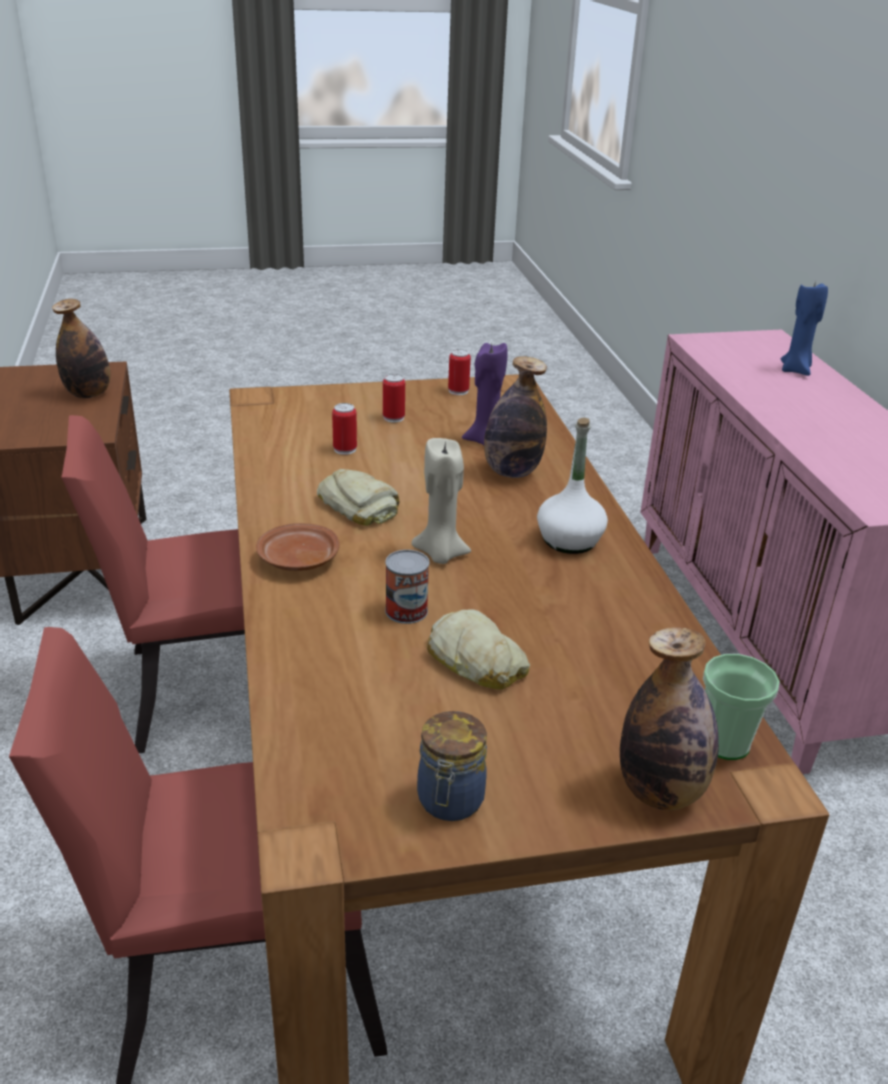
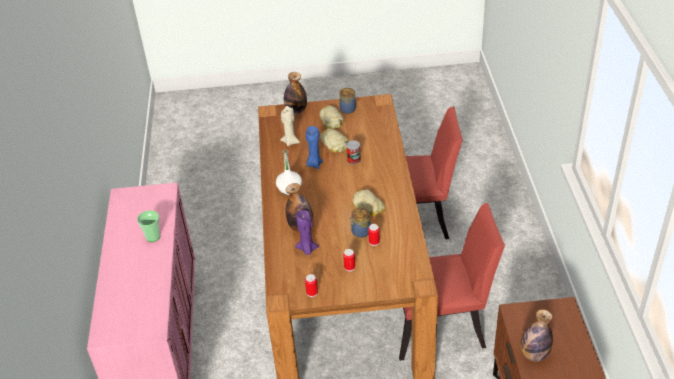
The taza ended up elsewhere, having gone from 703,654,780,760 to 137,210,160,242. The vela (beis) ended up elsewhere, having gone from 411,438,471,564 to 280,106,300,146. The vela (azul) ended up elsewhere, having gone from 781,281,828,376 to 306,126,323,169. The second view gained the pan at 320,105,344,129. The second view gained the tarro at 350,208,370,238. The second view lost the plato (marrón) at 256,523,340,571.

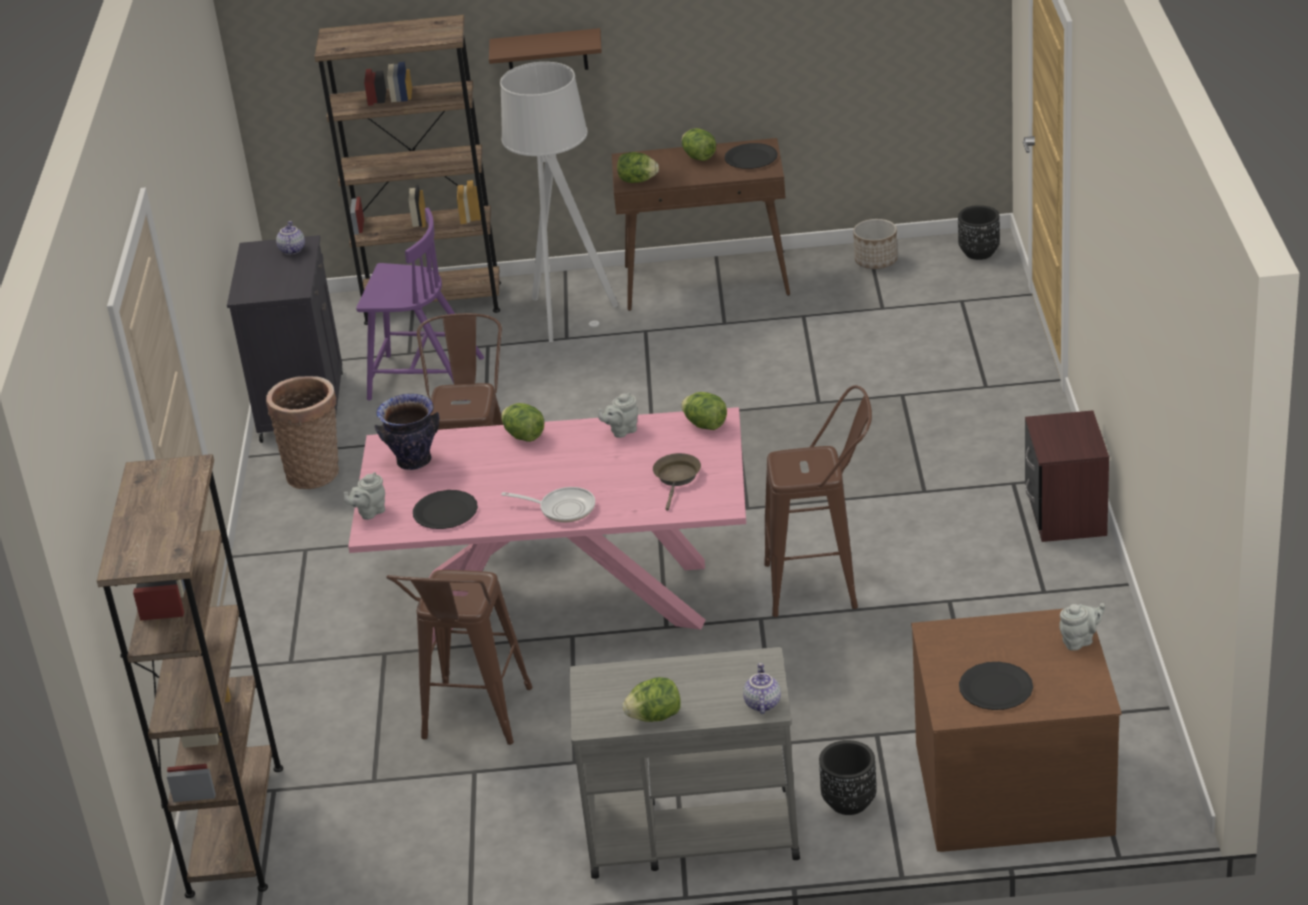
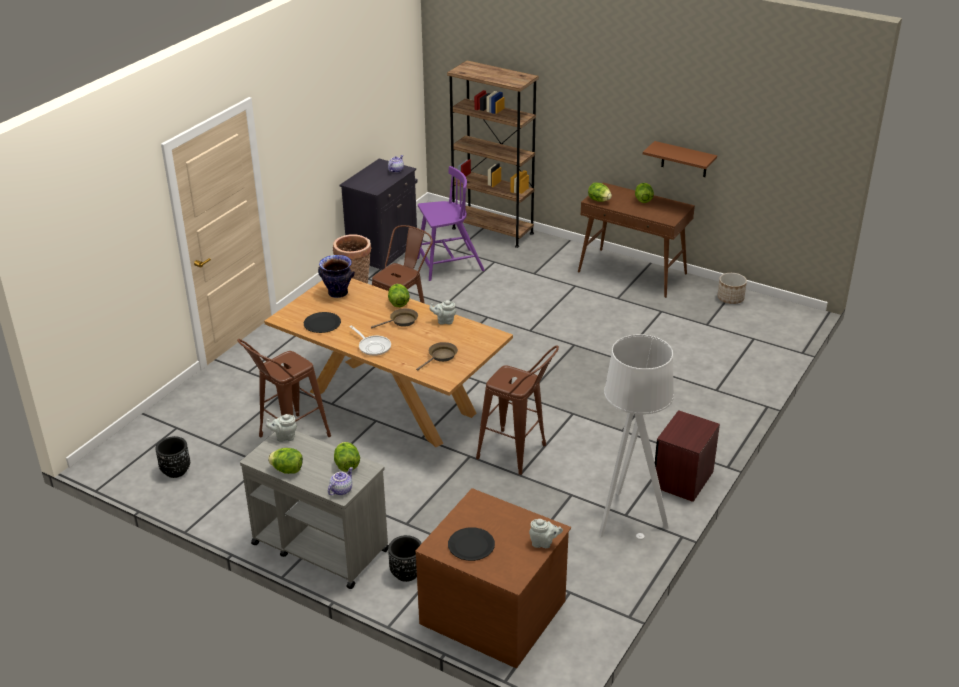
The maceta (negro) ended up elsewhere, having gone from 958,205,1000,260 to 155,436,190,478. What was the mesa de comedor (rosa) at 348,407,746,644 turned into the mesa de comedor (marrón) at 264,278,513,447. The tetera (gris) ended up elsewhere, having gone from 344,472,385,520 to 266,414,297,442. The lechuga ended up elsewhere, having gone from 681,392,727,430 to 334,442,360,472. The second view gained the sartén (marrón) at 371,308,418,328. The silla (morado) at 356,208,484,401 ended up facing another way, 60 degrees counterclockwise from before. The lámpara de pie (gris) ended up elsewhere, having gone from 500,62,618,342 to 599,334,674,540. The estante (marrón) ended up elsewhere, having gone from 489,28,602,70 to 643,141,717,177. The second view lost the estantería (marrón) at 97,454,283,898. The second view lost the plato (negro) at 724,143,778,169.

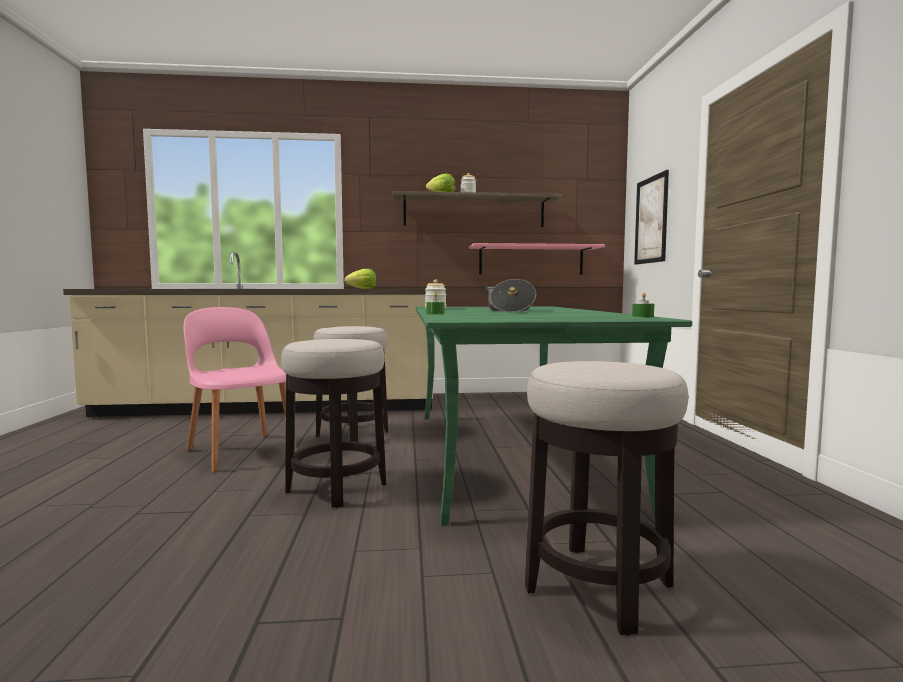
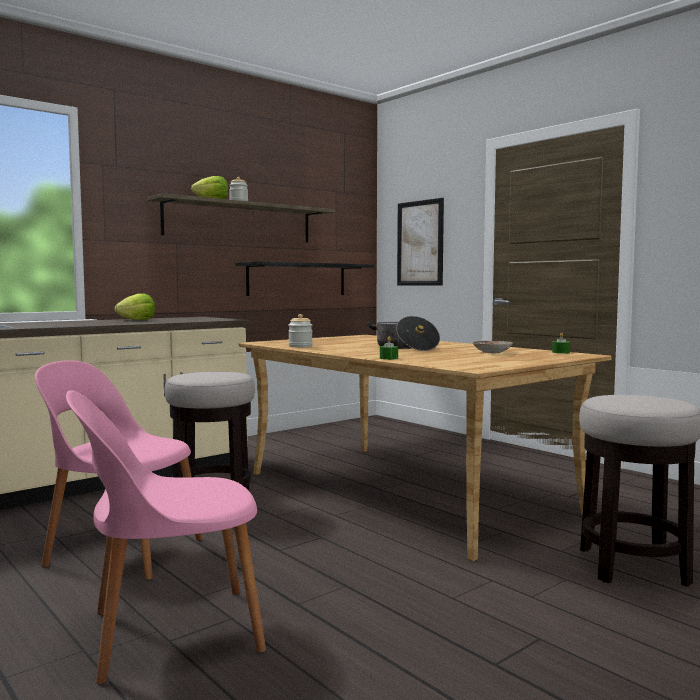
The second view gained the silla (rosa) at 66,390,266,684. What was the estante (rosa) at 469,243,605,275 turned into the estante (negro) at 235,261,375,296. What was the mesa de comedor (verde) at 416,307,692,526 turned into the mesa de comedor (beis) at 239,335,612,561. The second view gained the plato at 472,341,513,353. The second view lost the taburete at 281,339,386,508.

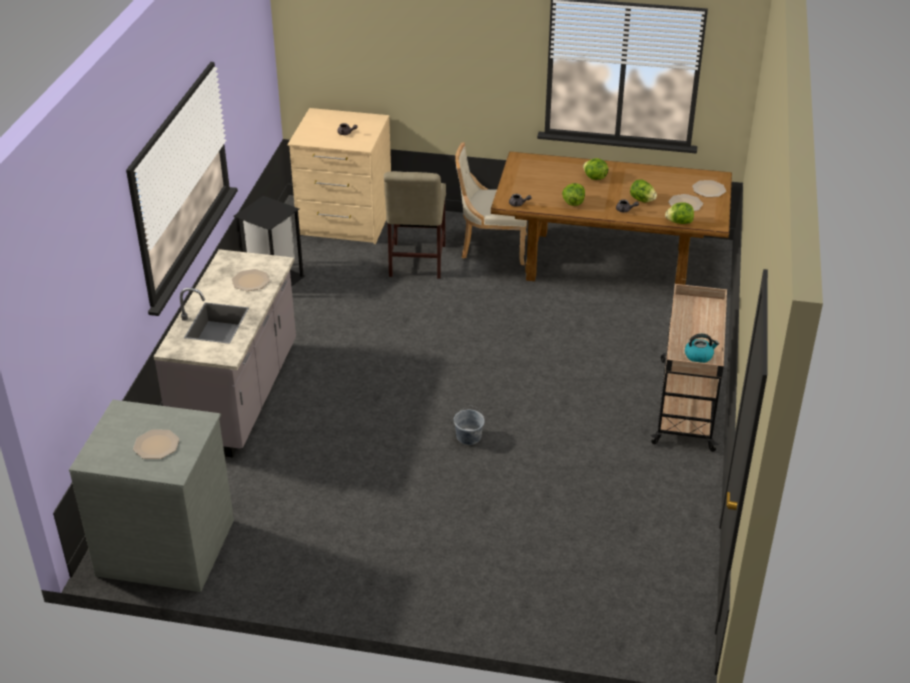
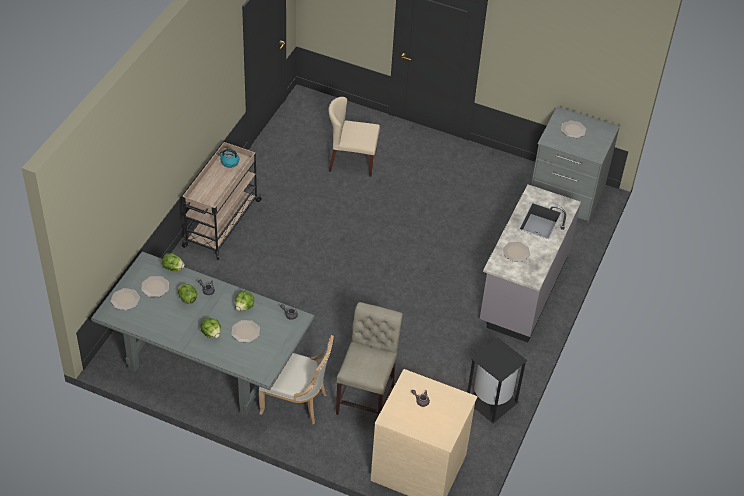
What was the mesa de comedor (marrón) at 491,152,732,285 turned into the mesa de comedor (gris) at 91,251,314,416. The second view gained the plato at 231,320,260,342. The second view gained the silla (beis) at 329,97,380,177. The second view lost the cubo (gris) at 454,406,485,445.

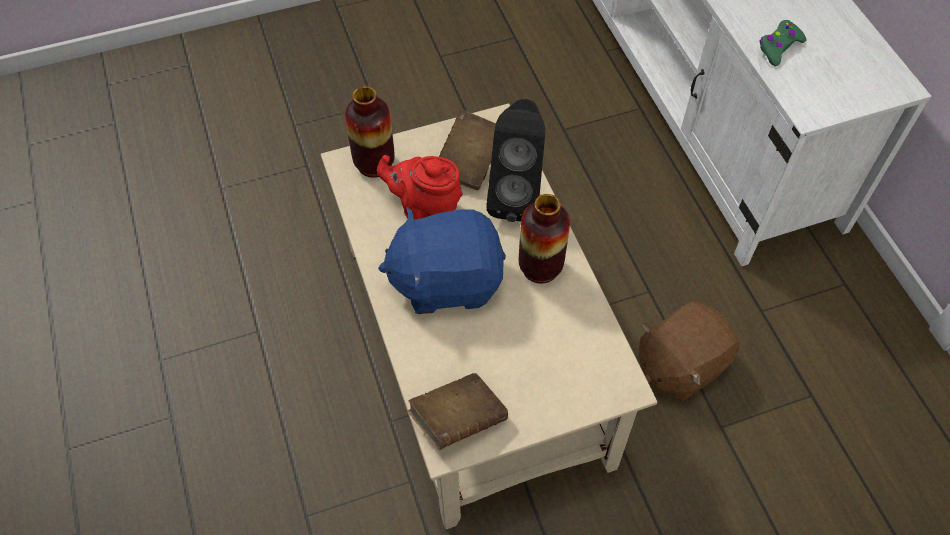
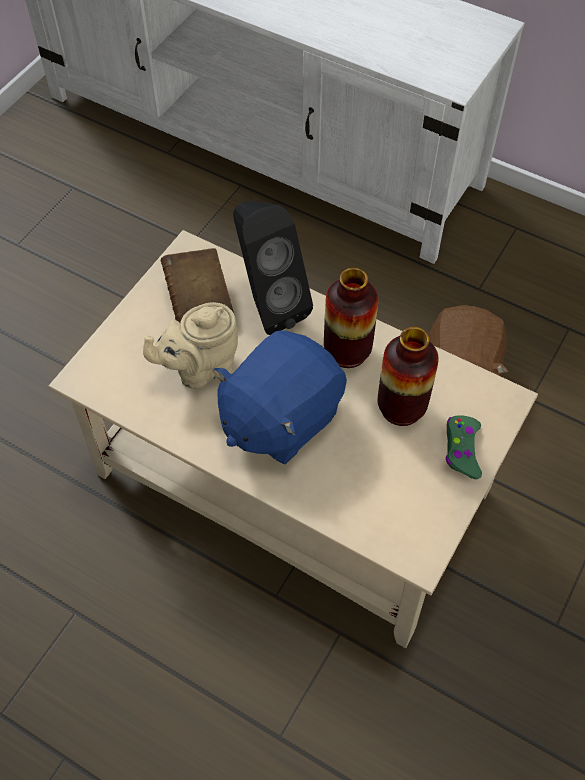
What was the tetera (rojo) at 377,155,463,219 turned into the tetera (beis) at 143,302,238,389. The florero ended up elsewhere, having gone from 345,86,395,178 to 378,327,439,426. The mando de consola (verde) ended up elsewhere, having gone from 759,20,806,66 to 446,415,482,479. The second view lost the libro (marrón) at 408,373,508,450.

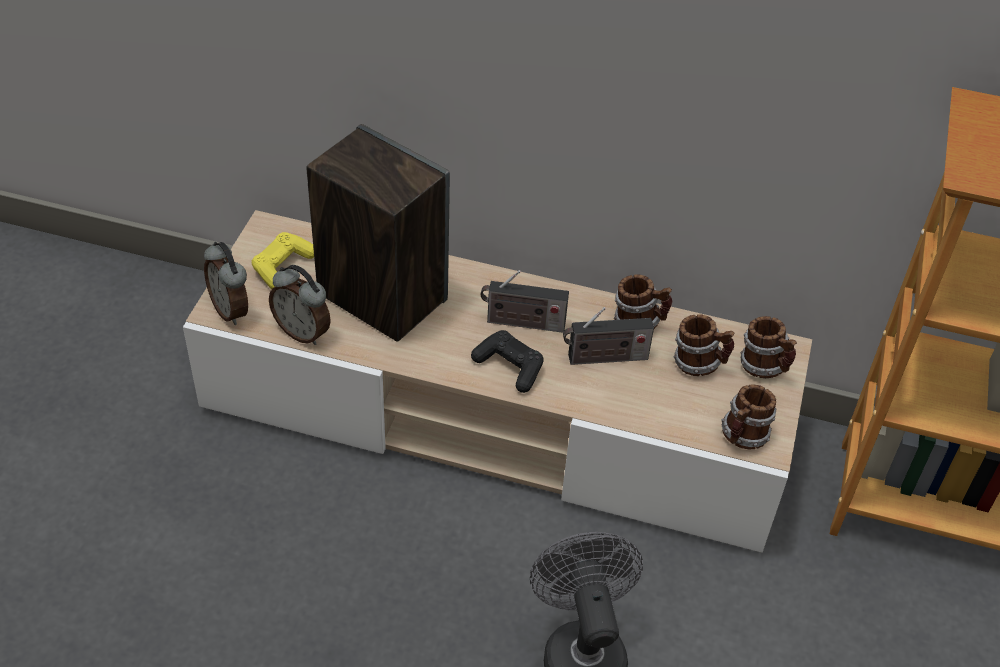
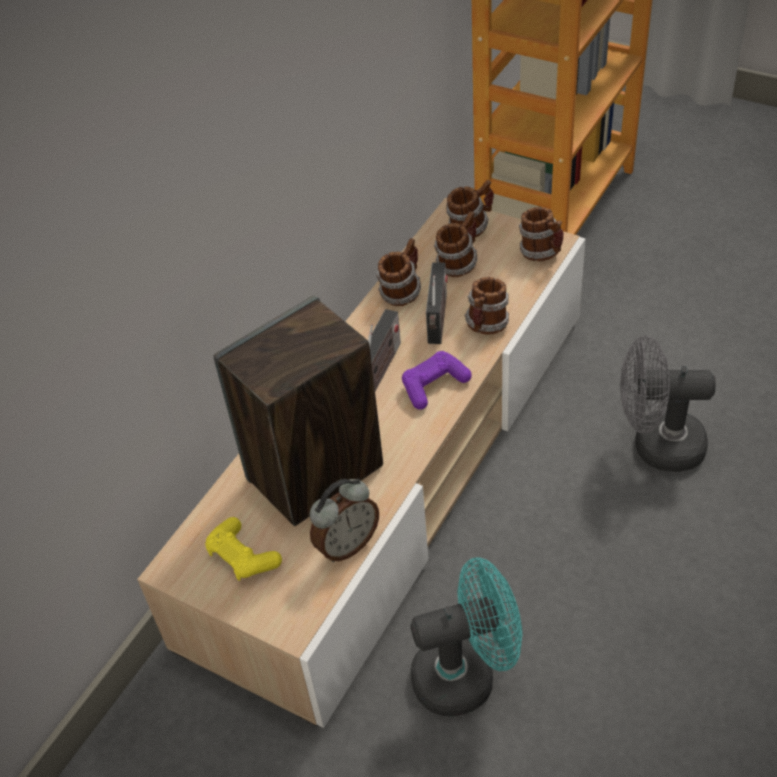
What was the mando de consola (negro) at 471,330,544,393 turned into the mando de consola (morado) at 402,351,472,410. The second view gained the ventilador (turquesa) at 410,557,522,717. The second view gained the taza grande at 464,277,509,335. The second view lost the despertador at 204,242,248,325.

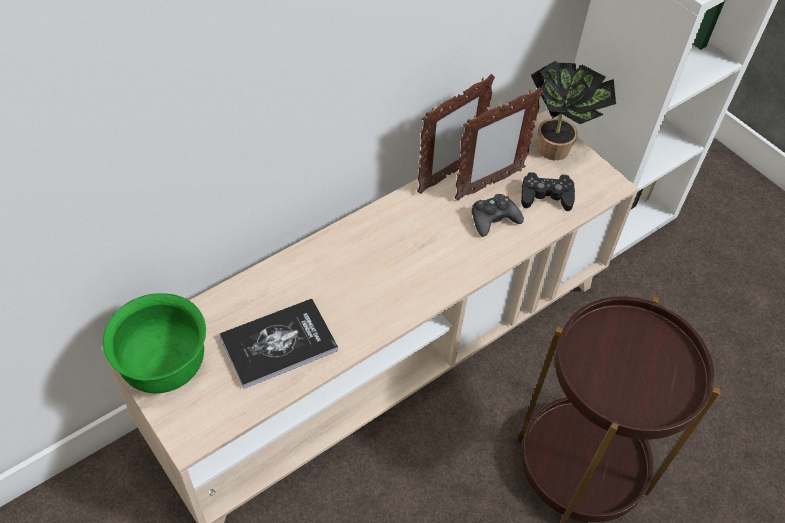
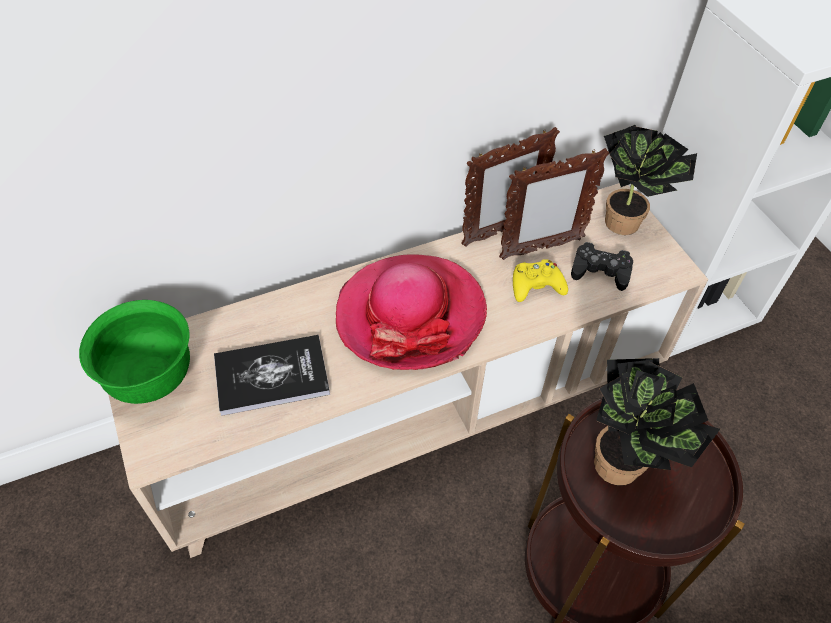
The second view gained the sombrero at 336,254,487,370. What was the mando de consola (negro) at 472,194,524,237 turned into the mando de consola (amarillo) at 513,259,568,302. The second view gained the planta en maceta at 594,358,720,486.

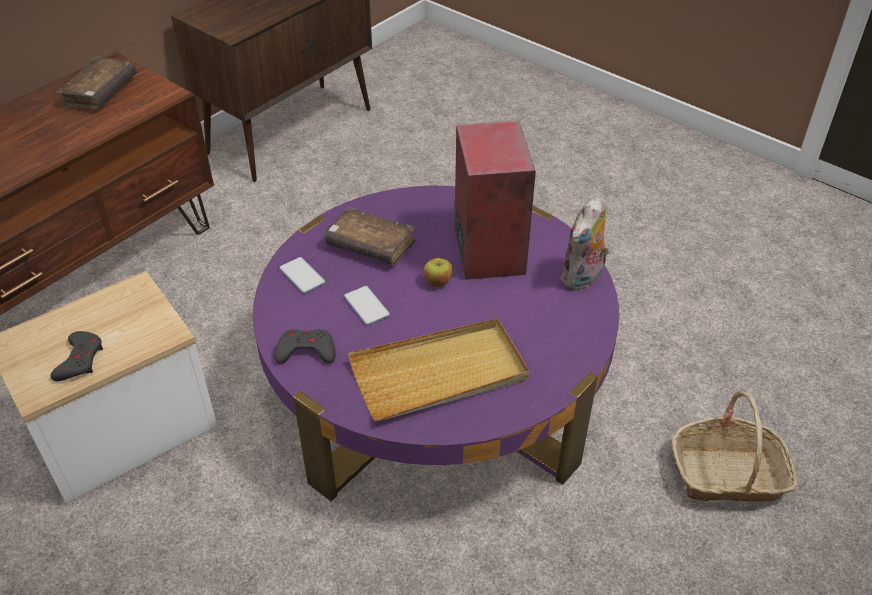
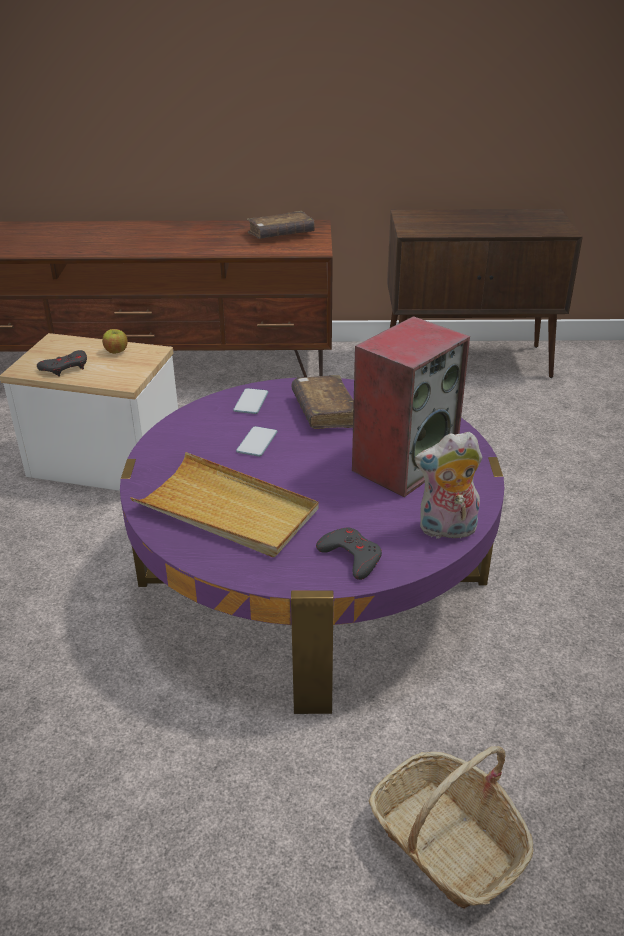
The manzana ended up elsewhere, having gone from 424,258,453,287 to 102,329,128,354. The mando de consola (gris) ended up elsewhere, having gone from 274,329,336,364 to 316,528,382,580.

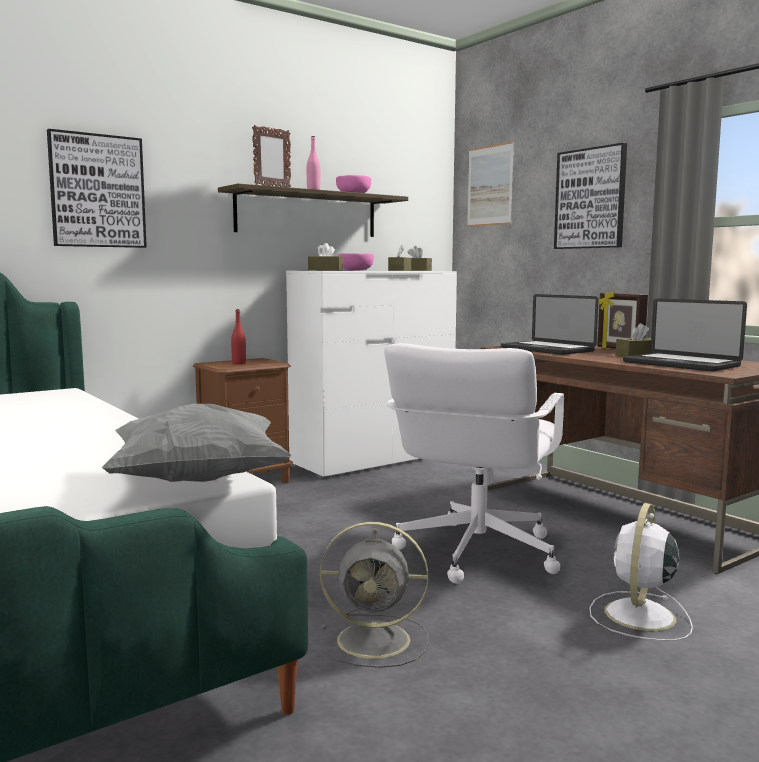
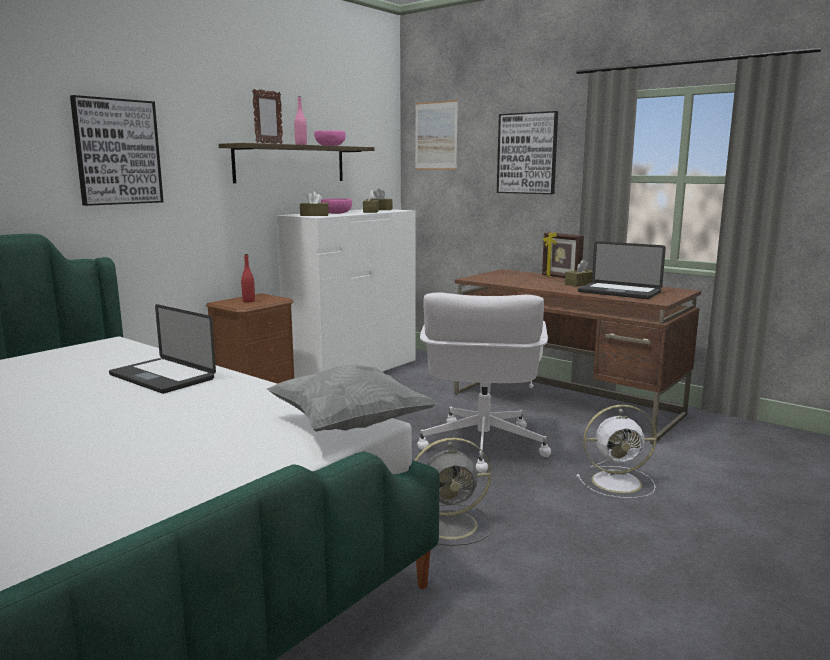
The portátil ended up elsewhere, having gone from 501,294,599,355 to 109,304,216,394. The ventilador (blanco) at 589,503,693,641 ended up facing another way, 105 degrees counterclockwise from before.

